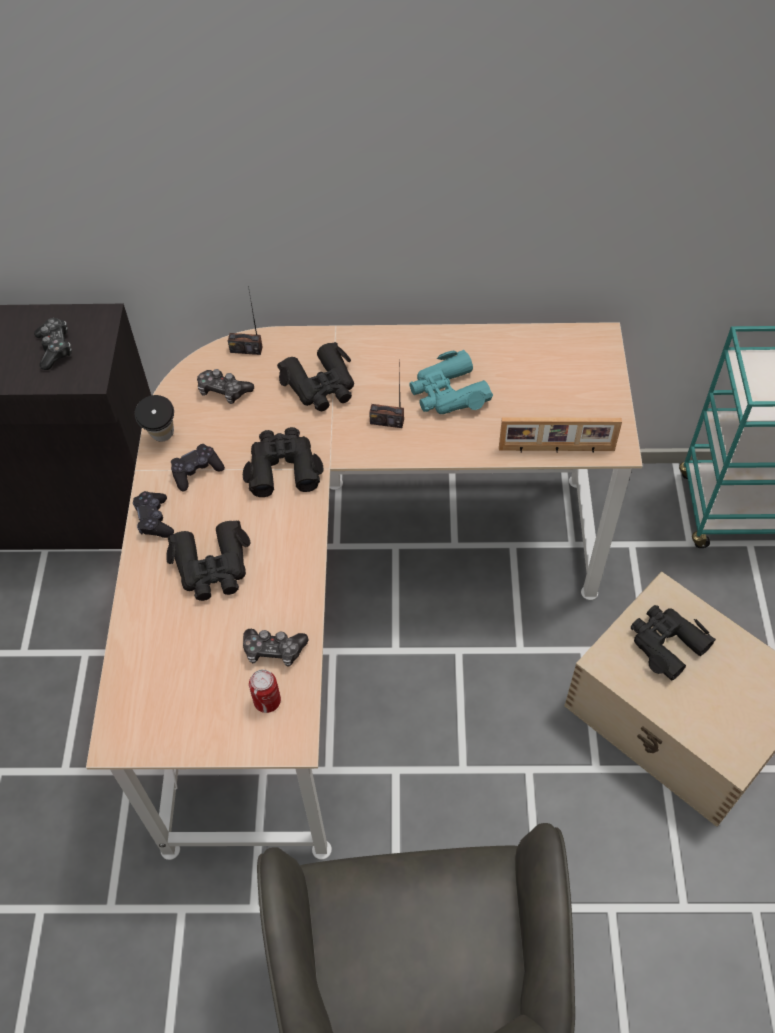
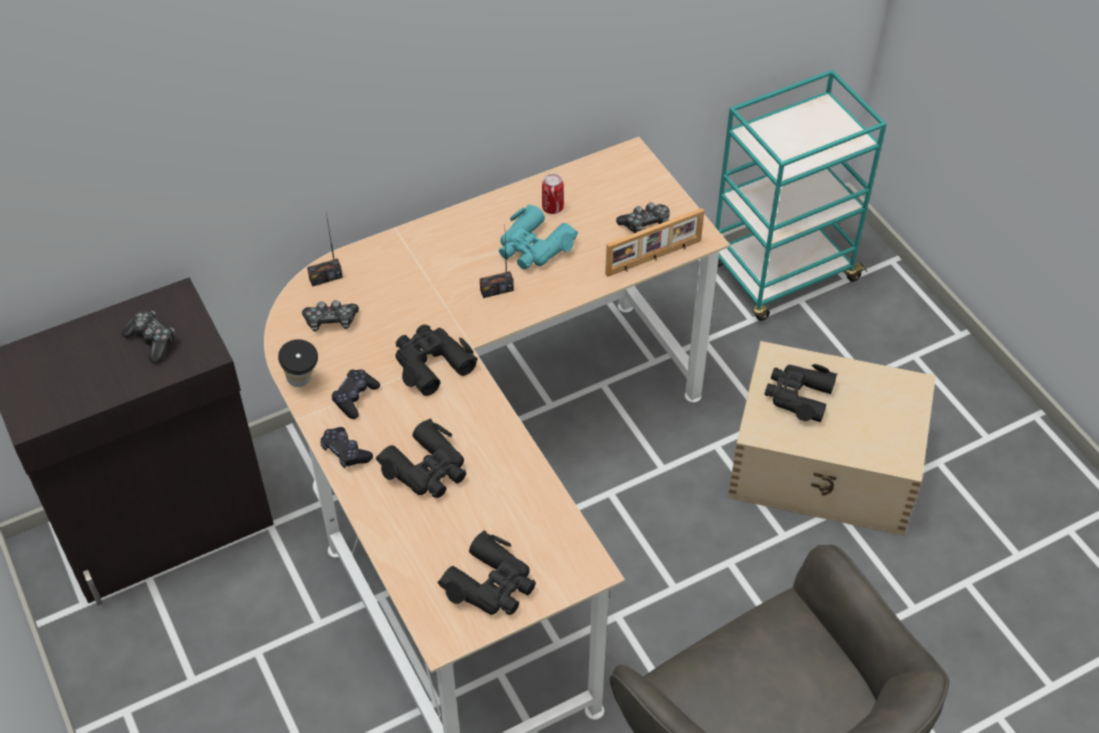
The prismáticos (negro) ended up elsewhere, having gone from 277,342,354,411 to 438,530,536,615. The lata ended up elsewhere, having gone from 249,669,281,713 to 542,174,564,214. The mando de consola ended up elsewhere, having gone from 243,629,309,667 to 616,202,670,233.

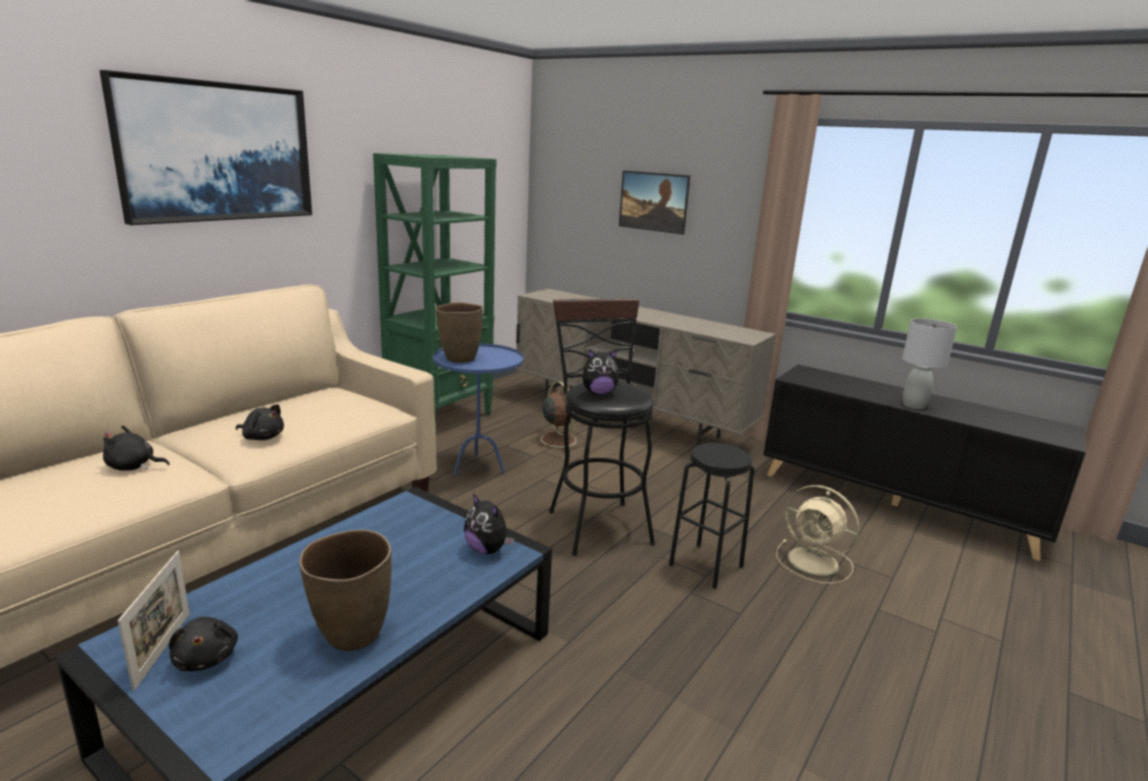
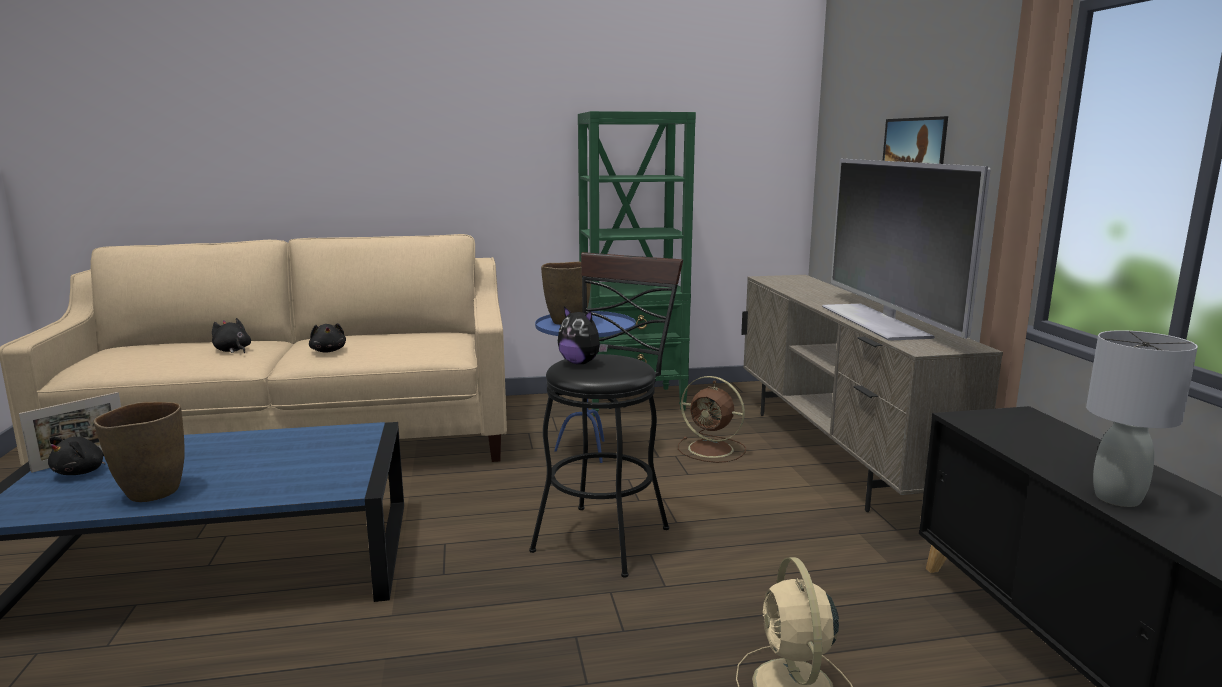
The ventilador (marrón) at 530,381,585,452 ended up facing another way, 105 degrees clockwise from before. The second view gained the televisor at 822,159,991,341. The second view lost the cuadro at 100,70,312,225. The second view lost the peluche at 464,494,514,554. The second view lost the taburete (negro) at 669,443,754,589.

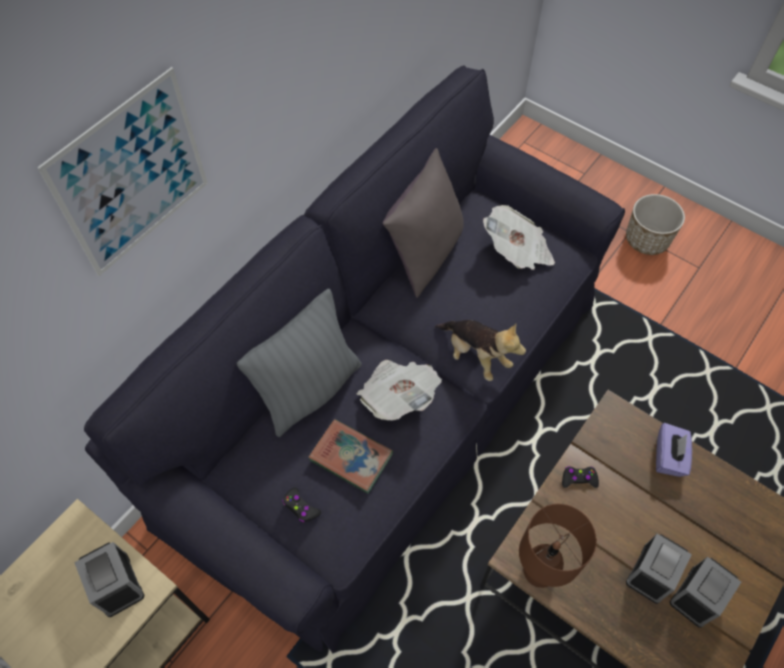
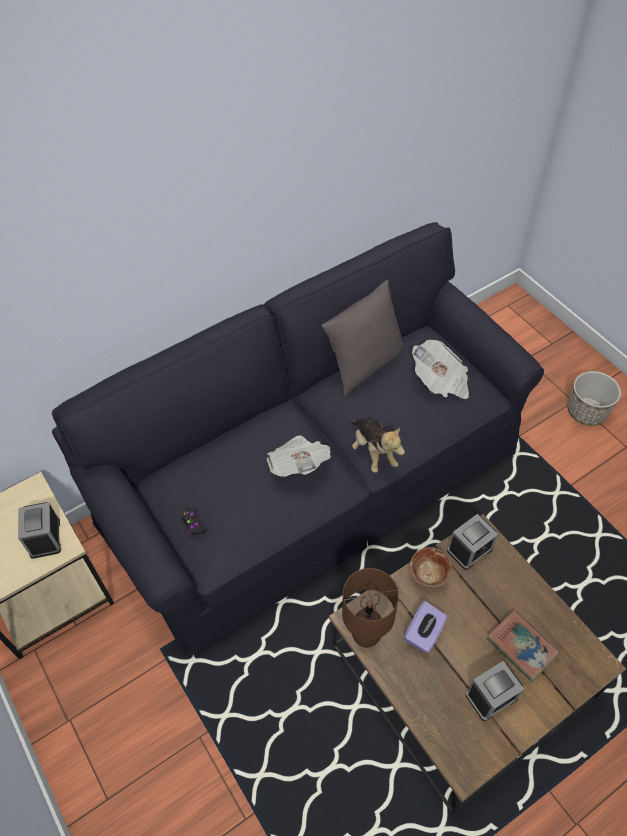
The caja de pañuelos (morado) ended up elsewhere, having gone from 656,423,692,477 to 404,601,447,653. Where the mando de consola (negro) stood at 562,466,599,488, the cuenco came to stand at 409,547,452,588. The despertador ended up elsewhere, having gone from 626,534,692,604 to 447,514,498,570. The libro ended up elsewhere, having gone from 308,419,393,494 to 487,610,560,682. The second view lost the cuadro at 37,67,208,276. The second view lost the cojín (gris) at 237,289,362,437.

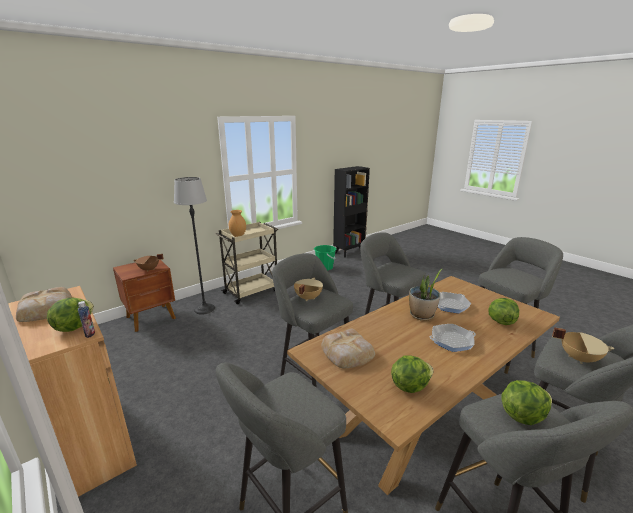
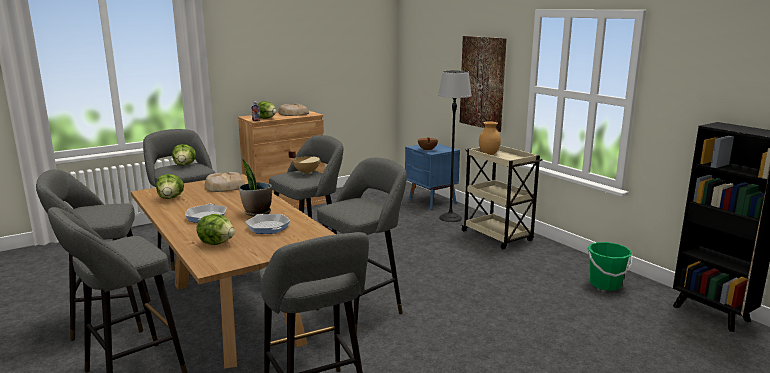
The lechuga ended up elsewhere, having gone from 501,380,552,425 to 172,144,196,166. What was the mesita de noche (marrón) at 113,260,176,332 turned into the mesita de noche (azul) at 405,143,460,209. The second view gained the cuadro at 460,36,507,132. The second view lost the olla (beis) at 552,327,615,364.

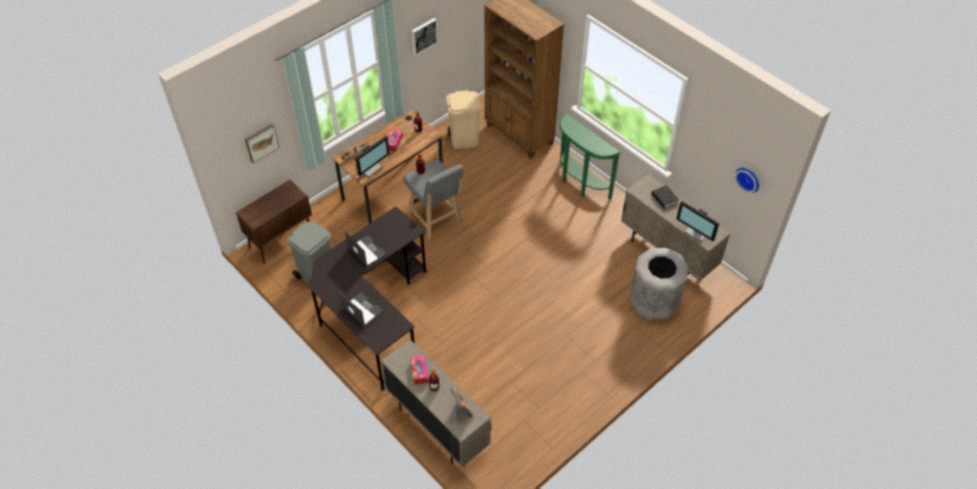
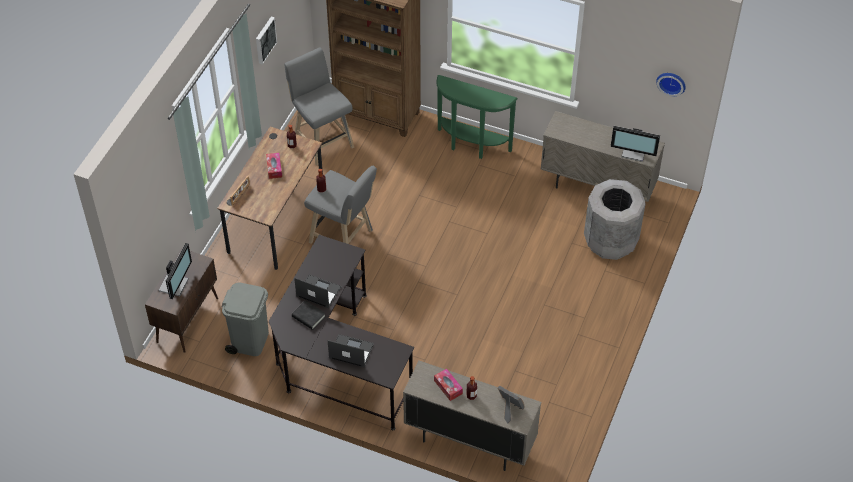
The monitor ended up elsewhere, having gone from 355,136,389,177 to 159,243,192,299. Where the papelera (beis) stood at 446,90,481,149, the taburete (gris) came to stand at 284,47,354,166. The libro (negro) ended up elsewhere, having gone from 651,185,679,209 to 292,300,326,330. The second view lost the cuadro at 245,124,279,164.

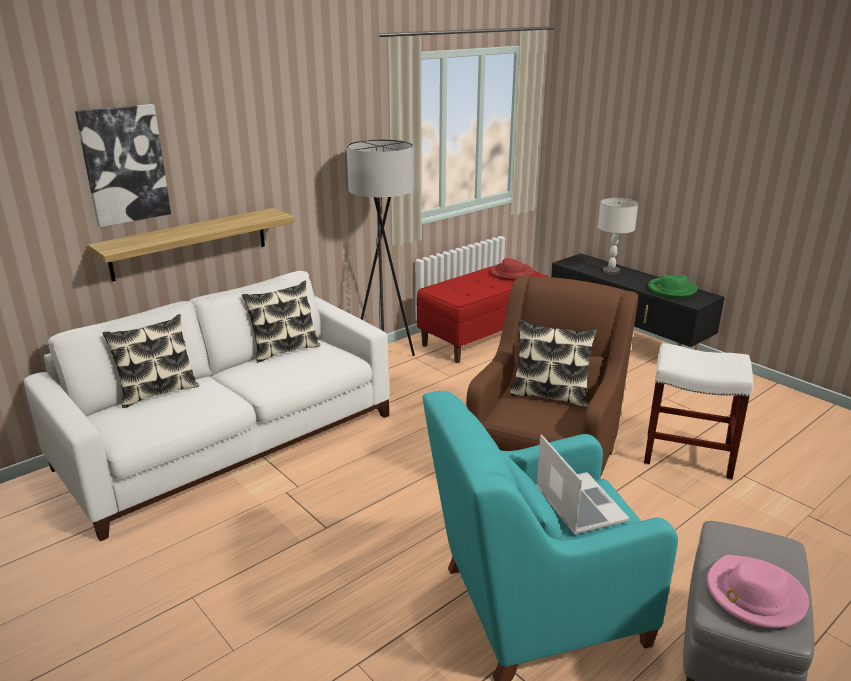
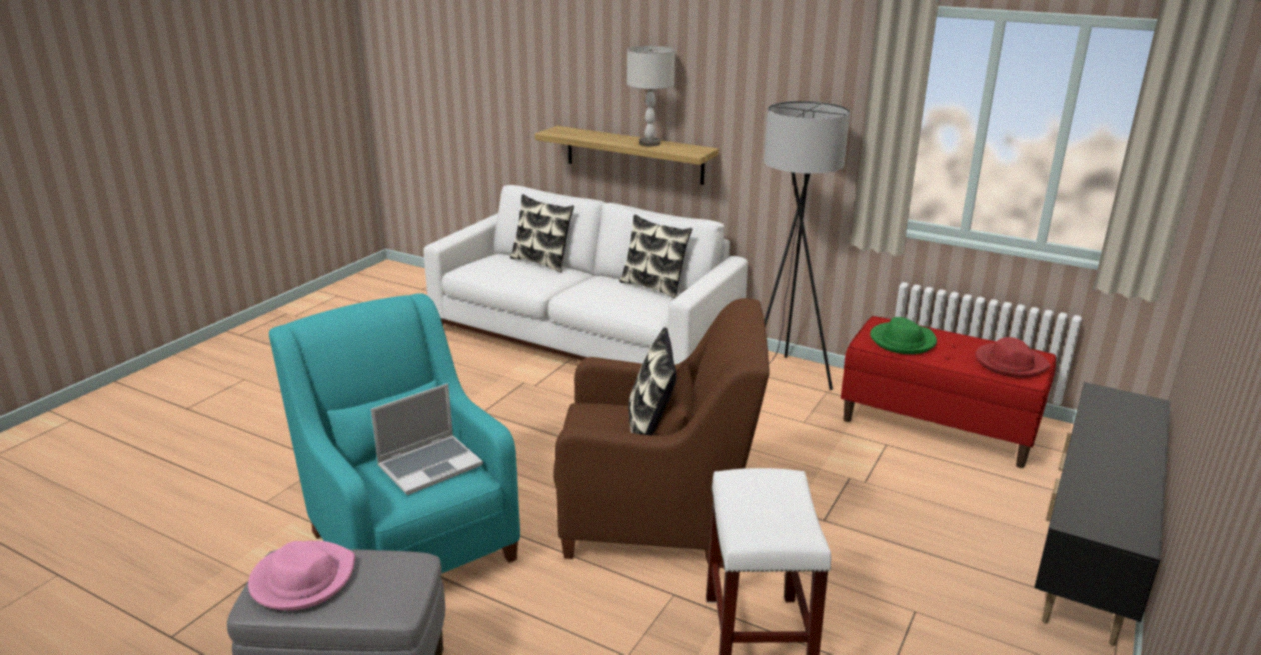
The lámpara de mesa (gris) ended up elsewhere, having gone from 598,198,638,275 to 627,46,675,147. The sombrero (verde) ended up elsewhere, having gone from 648,275,698,298 to 870,317,937,354. The second view lost the cuadro at 75,104,171,227.

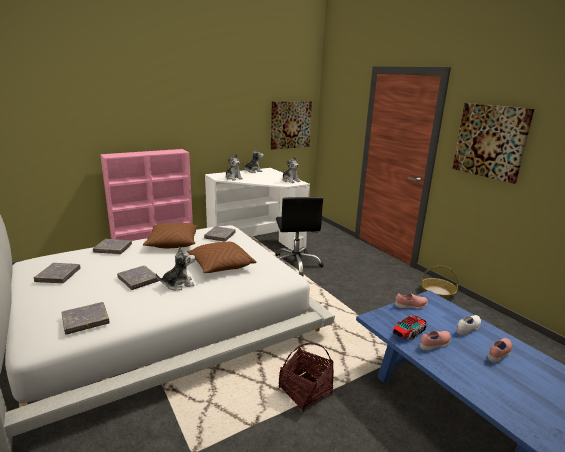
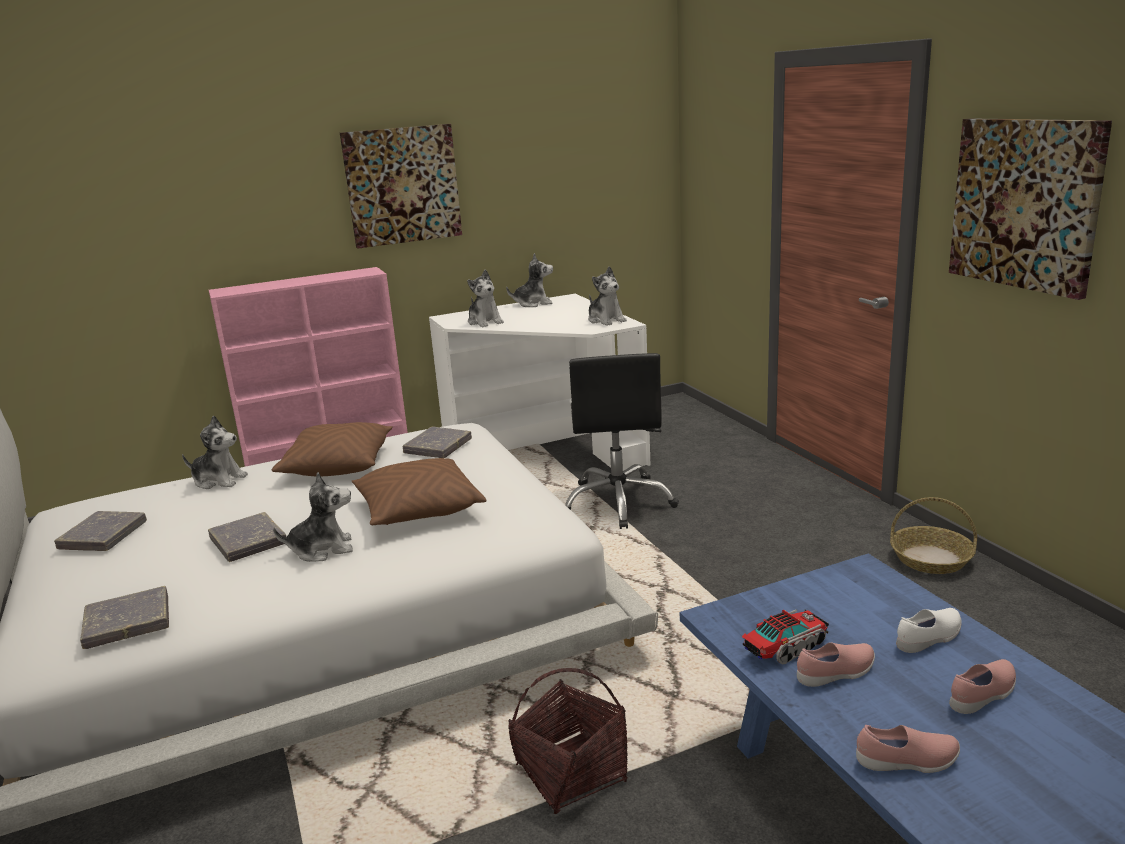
Where the libro (gris) stood at 93,239,132,254, the peluche came to stand at 182,415,248,489. The cuadro ended up elsewhere, having gone from 271,101,312,150 to 340,124,462,249. The zapato (rosa) ended up elsewhere, having gone from 395,293,428,309 to 856,725,960,773.

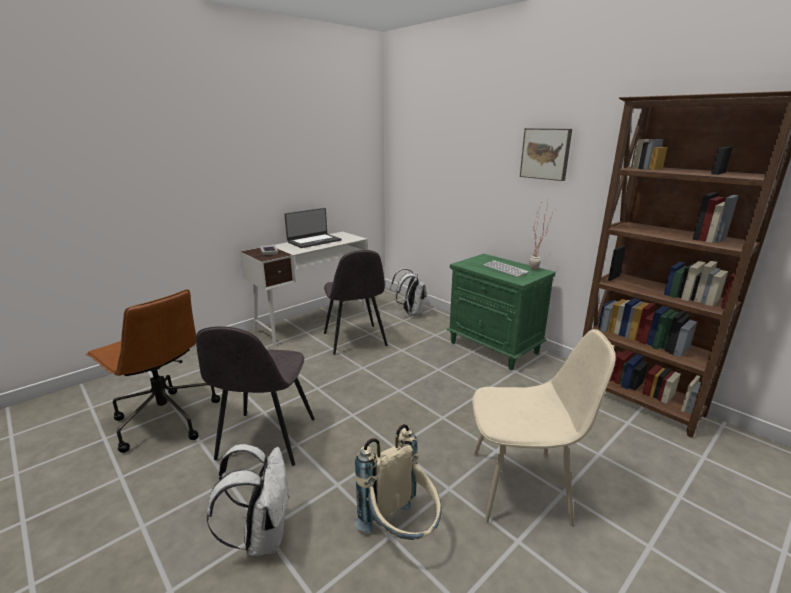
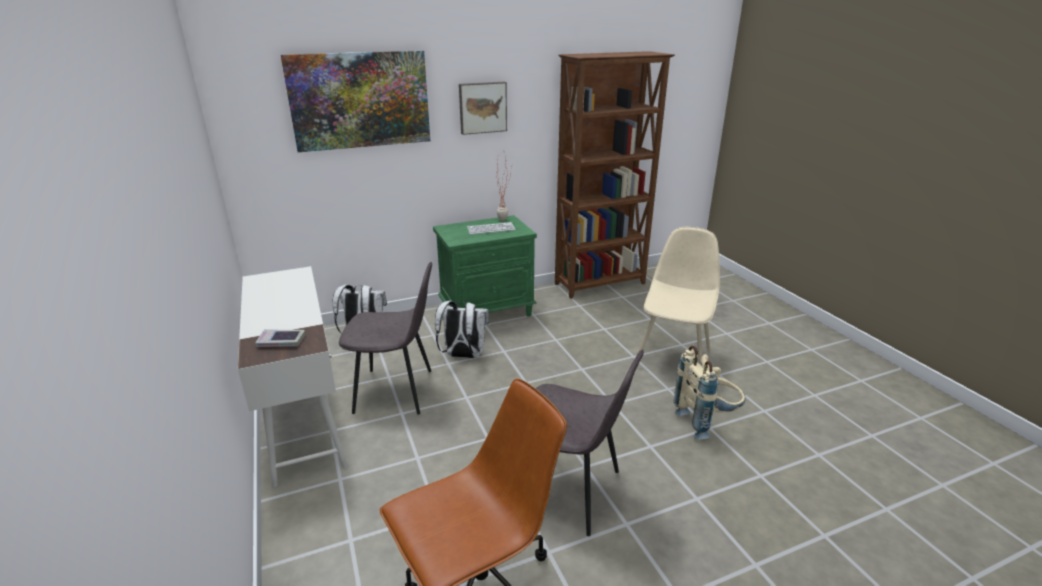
The second view gained the cuadro at 281,50,430,152. The mochila (blanco) ended up elsewhere, having gone from 206,444,290,556 to 435,301,489,358. The second view lost the portátil at 284,208,342,248.

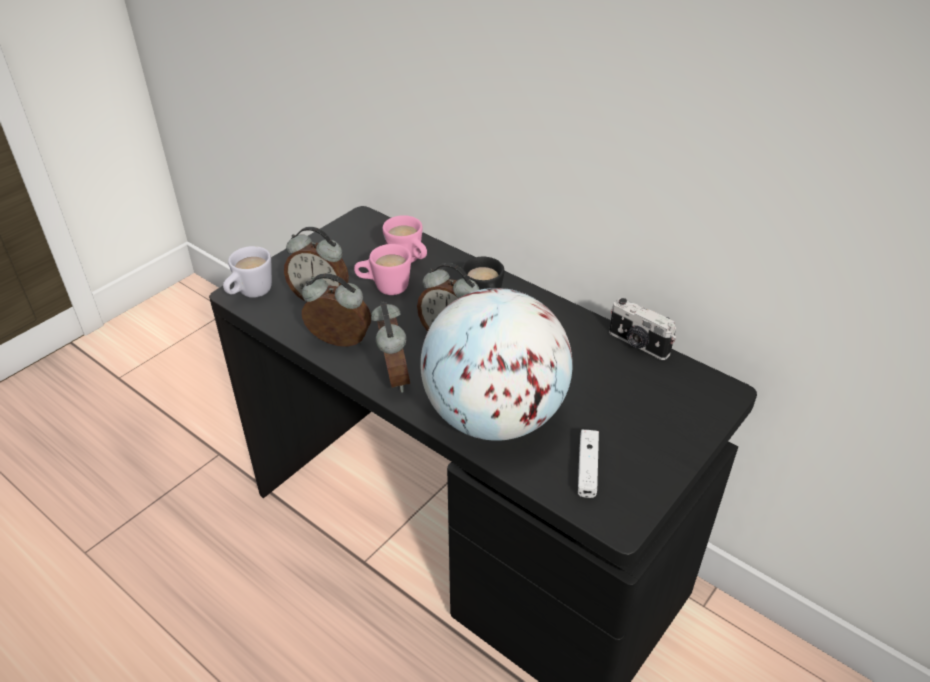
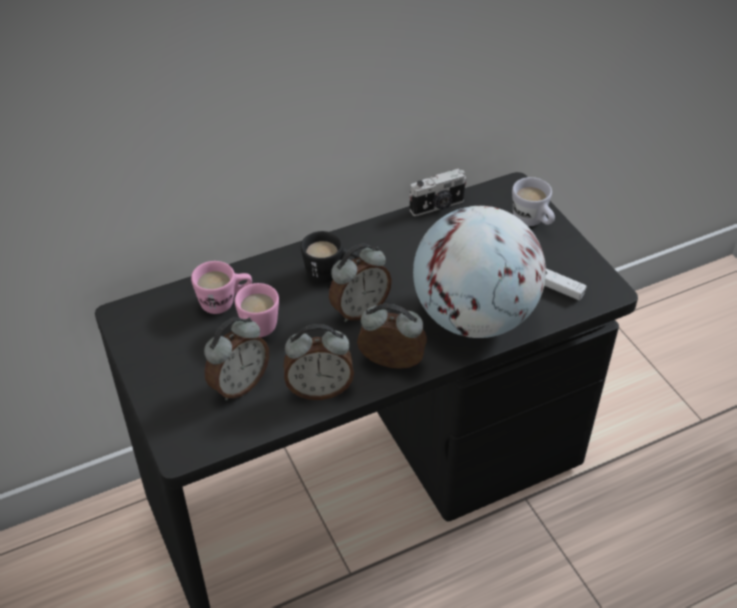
The despertador at 302,273,371,347 ended up facing another way, 135 degrees counterclockwise from before. The taza grande (blanco) ended up elsewhere, having gone from 223,246,272,298 to 512,177,555,226.

